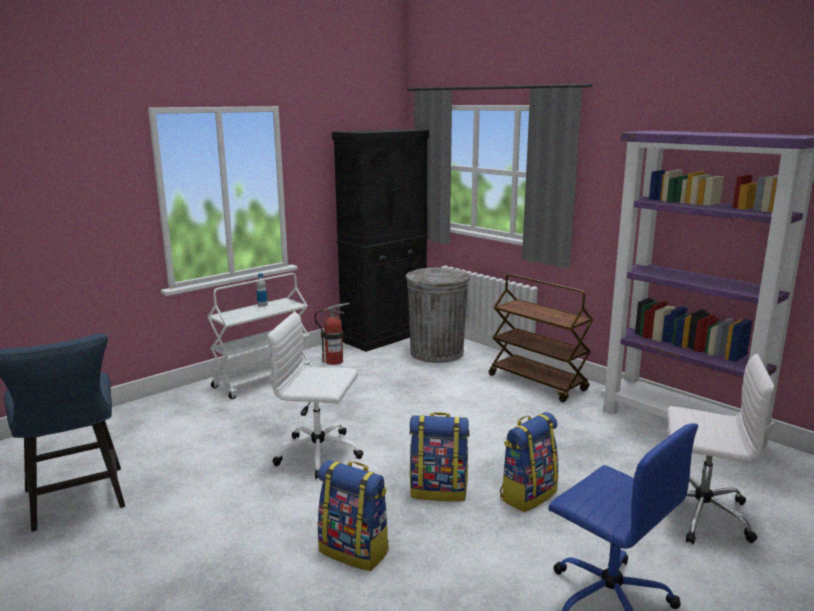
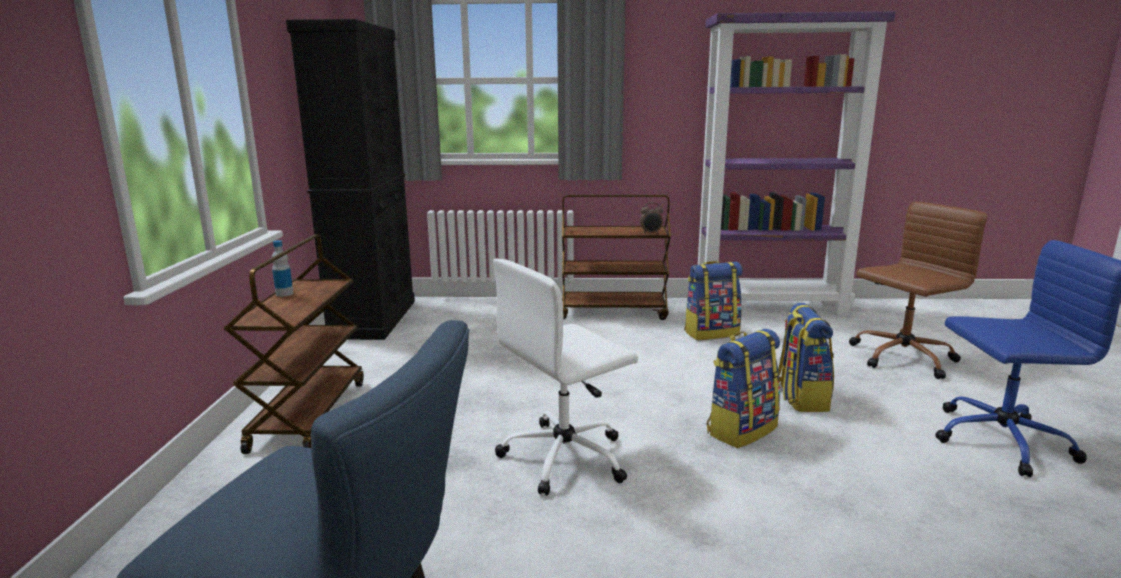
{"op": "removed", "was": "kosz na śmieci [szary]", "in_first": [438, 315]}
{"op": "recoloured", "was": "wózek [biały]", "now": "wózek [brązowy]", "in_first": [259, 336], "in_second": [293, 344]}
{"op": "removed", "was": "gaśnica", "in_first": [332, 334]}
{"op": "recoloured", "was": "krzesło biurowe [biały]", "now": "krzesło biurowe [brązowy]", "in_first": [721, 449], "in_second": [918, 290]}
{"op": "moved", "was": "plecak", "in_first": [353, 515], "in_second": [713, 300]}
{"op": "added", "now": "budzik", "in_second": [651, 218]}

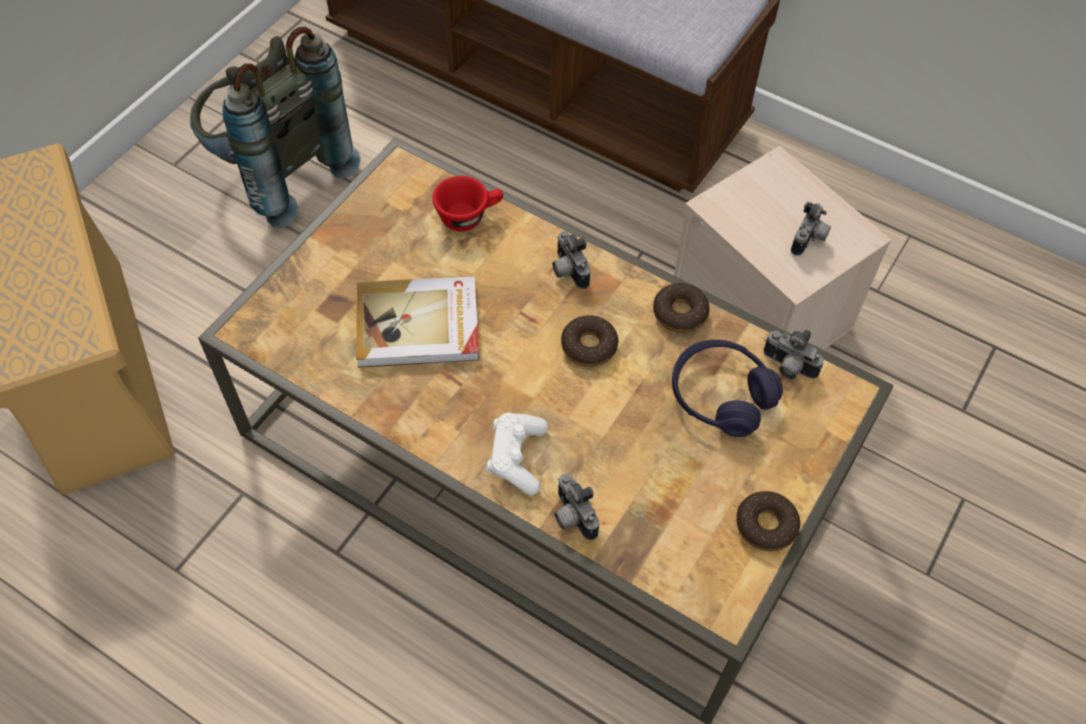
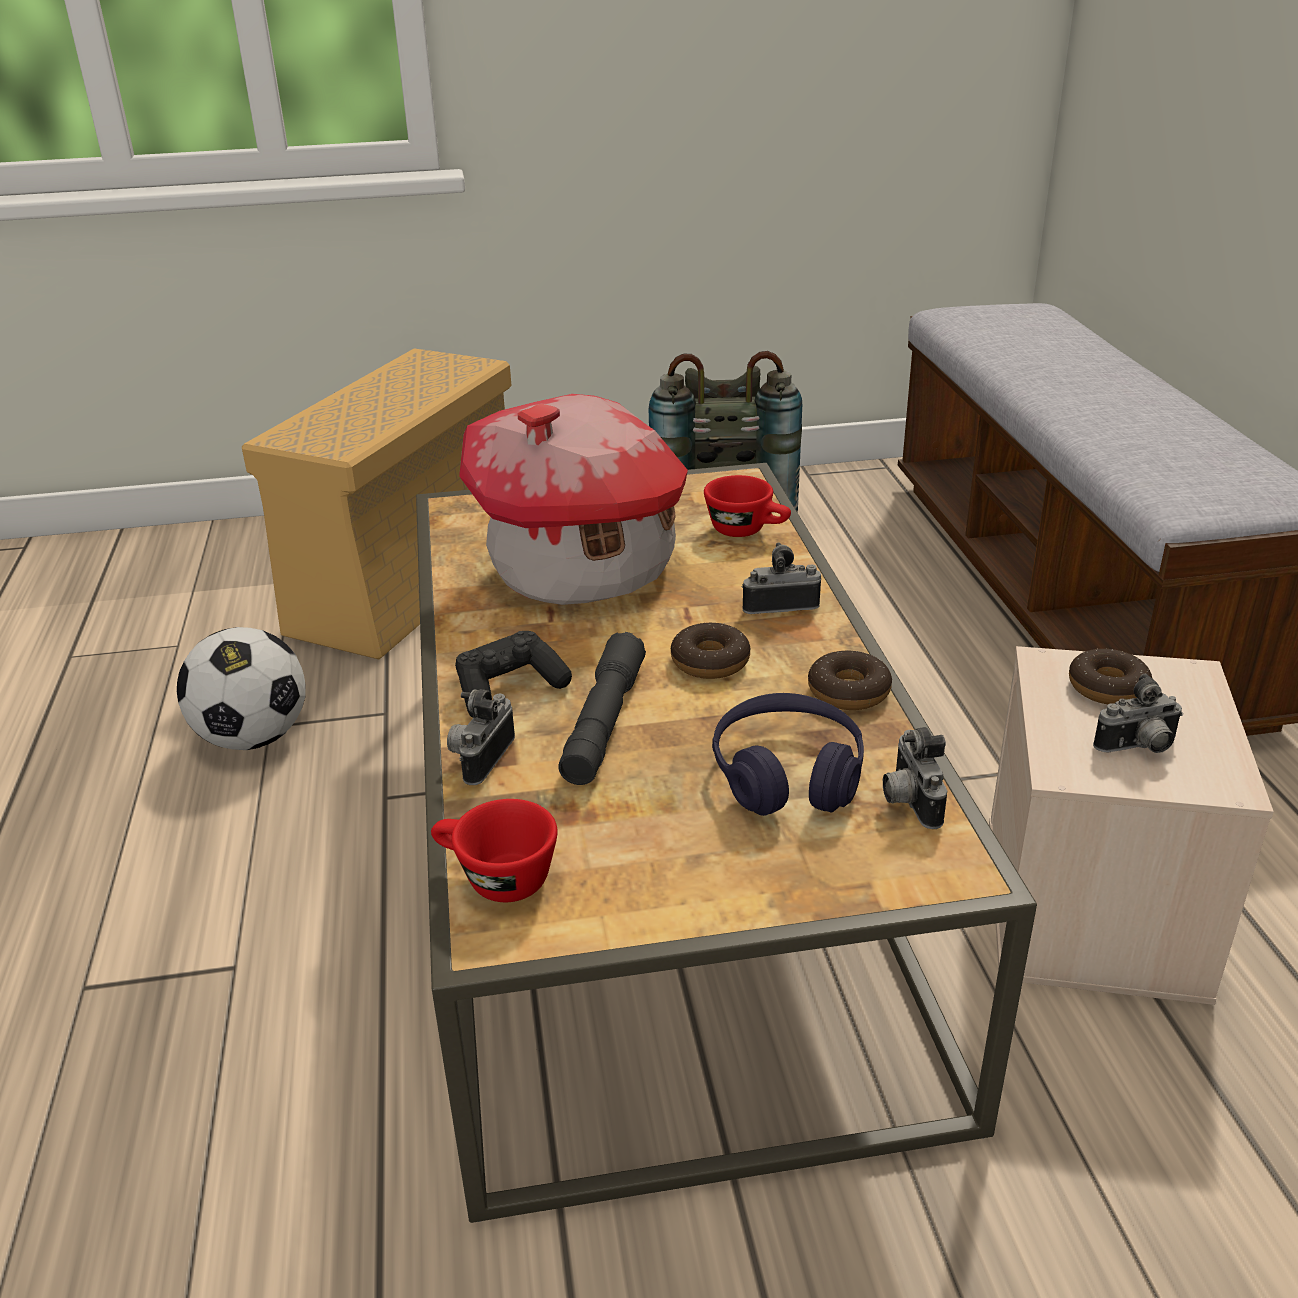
{"op": "turned", "was": "aparat fotograficzny", "in_first": [571, 259], "in_second": [781, 578], "clockwise": 60}
{"op": "replaced", "was": "książka", "now": "domek", "in_first": [417, 322], "in_second": [573, 499]}
{"op": "recoloured", "was": "pad do gier [biały]", "now": "pad do gier [czarny]", "in_first": [517, 454], "in_second": [513, 674]}
{"op": "moved", "was": "donut", "in_first": [768, 521], "in_second": [1110, 676]}
{"op": "added", "now": "piłka futbolowa", "in_second": [241, 688]}
{"op": "added", "now": "latarka [szary]", "in_second": [602, 708]}
{"op": "added", "now": "filiżanka [czerwony]", "in_second": [494, 850]}

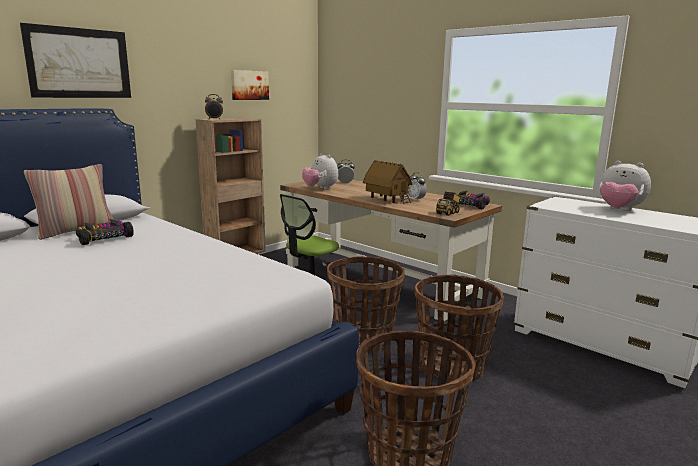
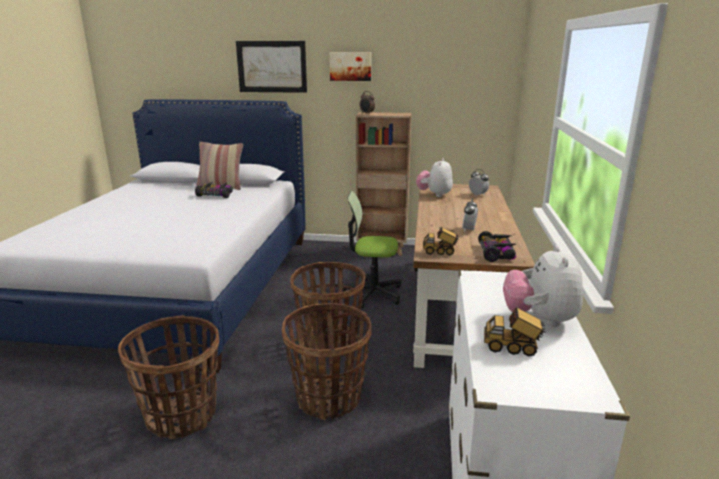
{"op": "moved", "was": "obraz", "in_first": [250, 85], "in_second": [350, 66]}
{"op": "removed", "was": "domek", "in_first": [387, 182]}
{"op": "added", "now": "ciężarówka zabawkowa", "in_second": [515, 332]}

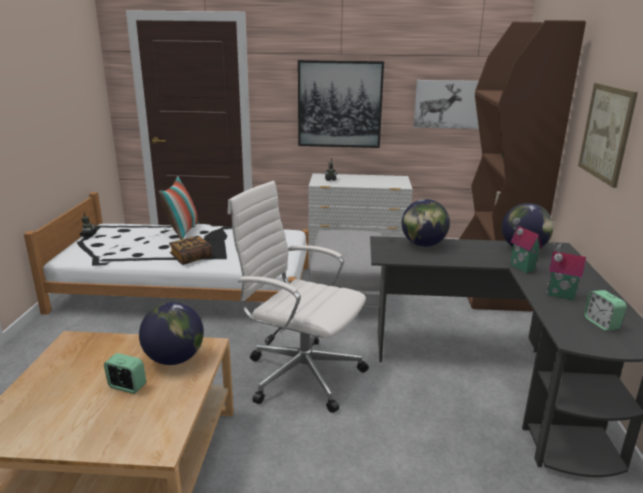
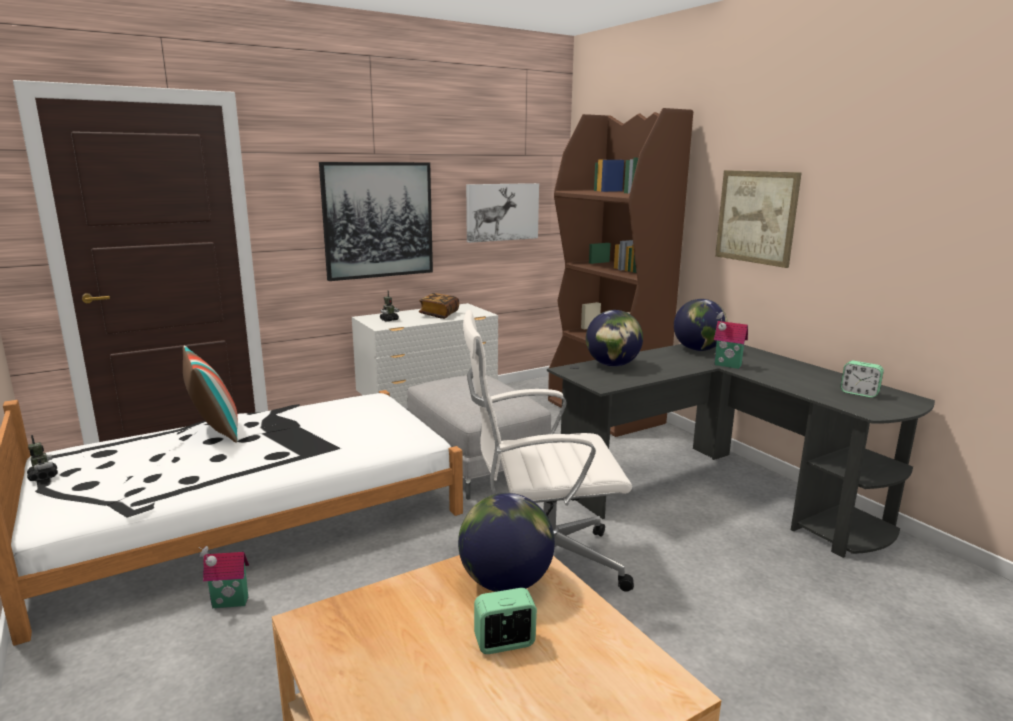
{"op": "moved", "was": "książka", "in_first": [190, 250], "in_second": [439, 306]}
{"op": "moved", "was": "domek", "in_first": [566, 272], "in_second": [224, 577]}

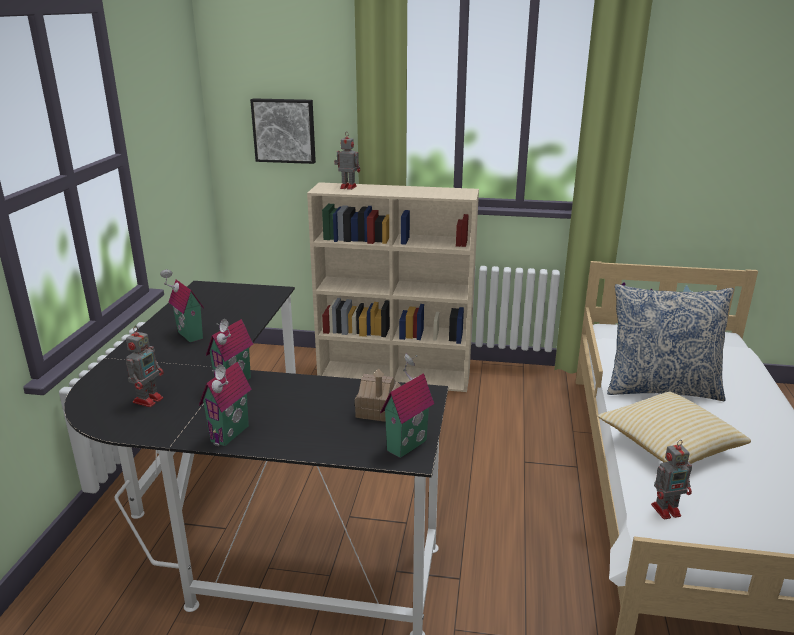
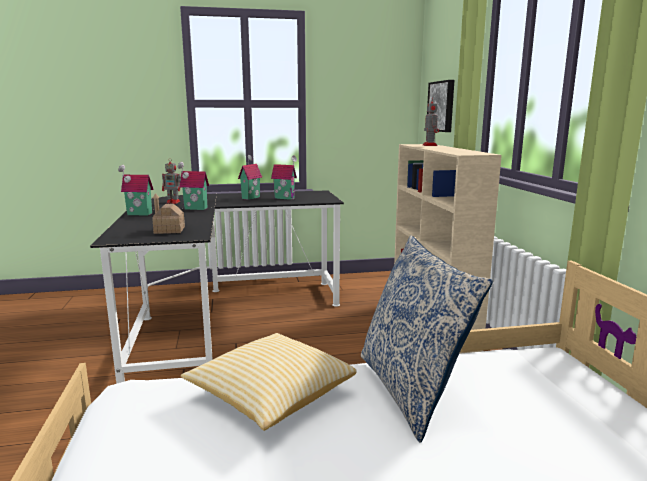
{"op": "moved", "was": "domek", "in_first": [407, 406], "in_second": [284, 177]}
{"op": "removed", "was": "robot zabawkowy", "in_first": [671, 479]}

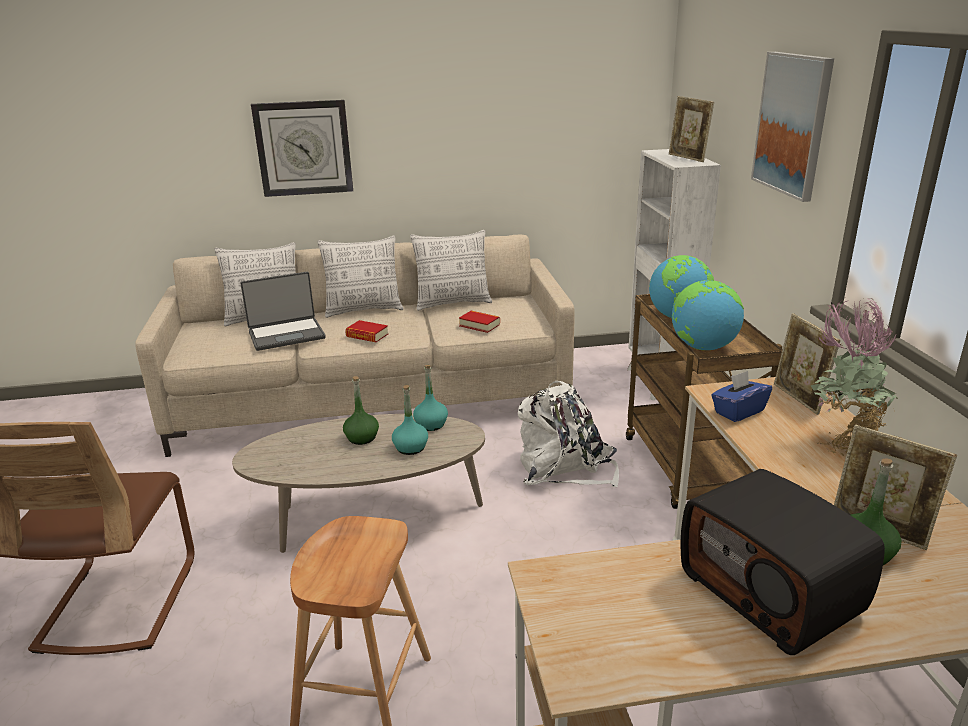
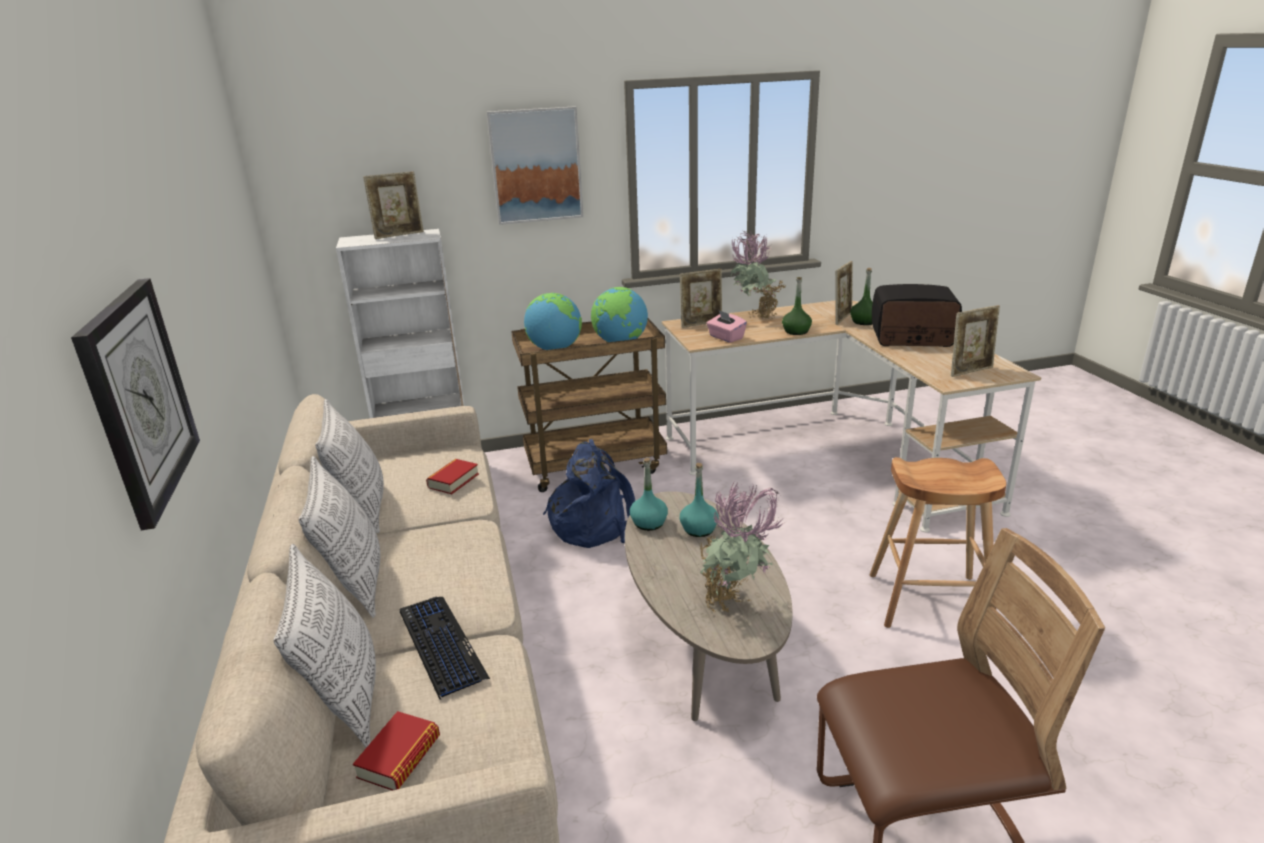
{"op": "replaced", "was": "laptop", "now": "klawiatura", "in_first": [283, 311], "in_second": [445, 648]}
{"op": "moved", "was": "książka", "in_first": [367, 331], "in_second": [396, 751]}
{"op": "recoloured", "was": "pudełko chusteczek [niebieski]", "now": "pudełko chusteczek [różowy]", "in_first": [741, 396], "in_second": [726, 326]}
{"op": "moved", "was": "butelka [zielony]", "in_first": [361, 410], "in_second": [797, 306]}
{"op": "recoloured", "was": "plecak [biały]", "now": "plecak [niebieski]", "in_first": [568, 434], "in_second": [589, 493]}
{"op": "turned", "was": "radio", "in_first": [782, 562], "in_second": [917, 315], "clockwise": -135}
{"op": "added", "now": "ramka na zdjęcie", "in_second": [975, 341]}
{"op": "added", "now": "roślina doniczkowa", "in_second": [740, 545]}

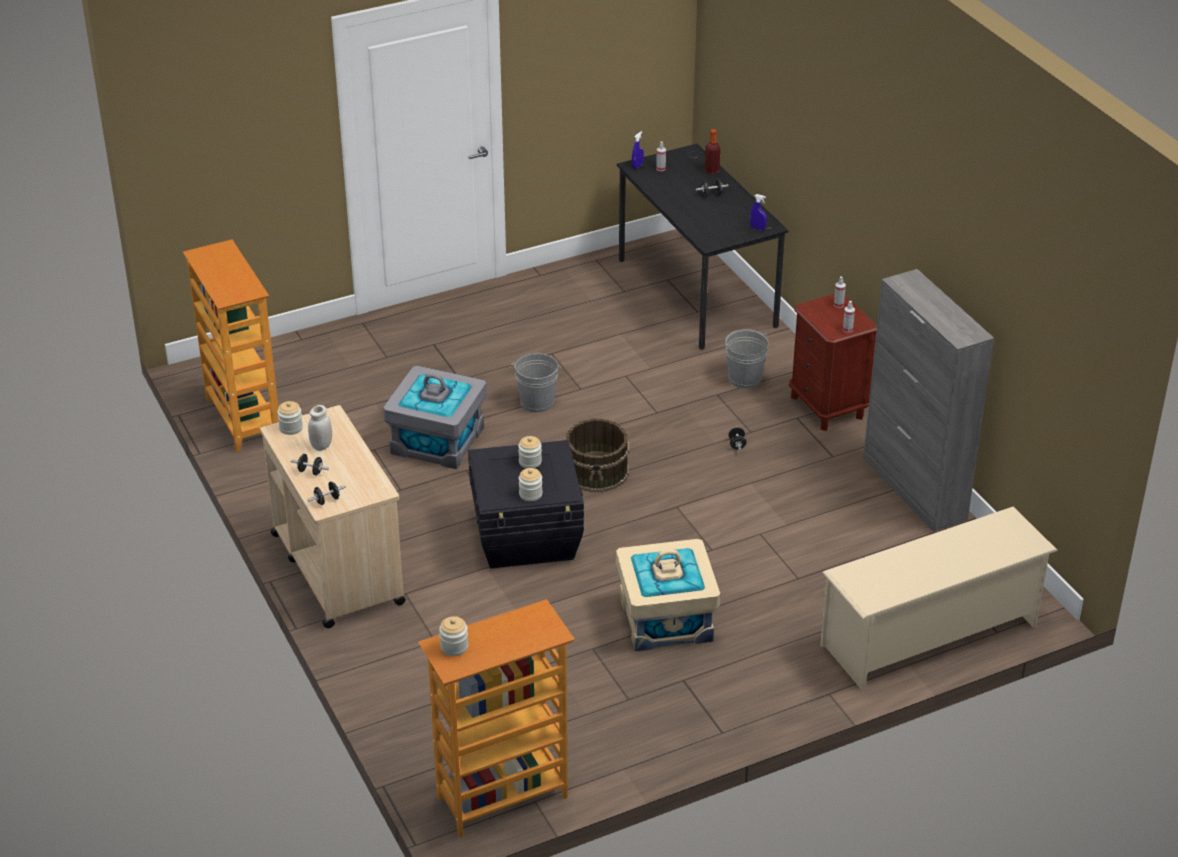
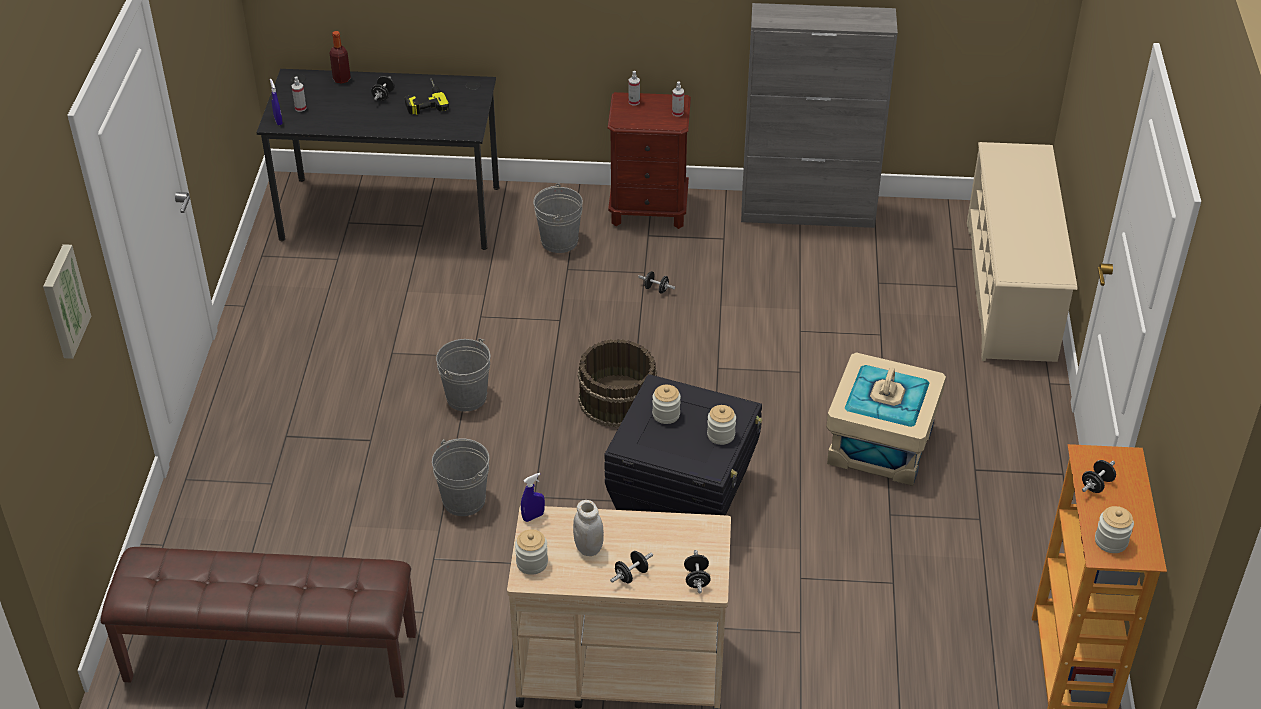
{"op": "moved", "was": "spryskiwacz [niebieski]", "in_first": [758, 212], "in_second": [533, 497]}
{"op": "replaced", "was": "regał", "now": "ławka [brązowy]", "in_first": [231, 345], "in_second": [259, 622]}
{"op": "replaced", "was": "pojemnik do przechowywania [szary]", "now": "wiadro [szary]", "in_first": [435, 417], "in_second": [460, 477]}
{"op": "added", "now": "wiertarka", "in_second": [427, 96]}
{"op": "added", "now": "obraz", "in_second": [67, 301]}
{"op": "added", "now": "hantel [czarny]", "in_second": [1099, 476]}

